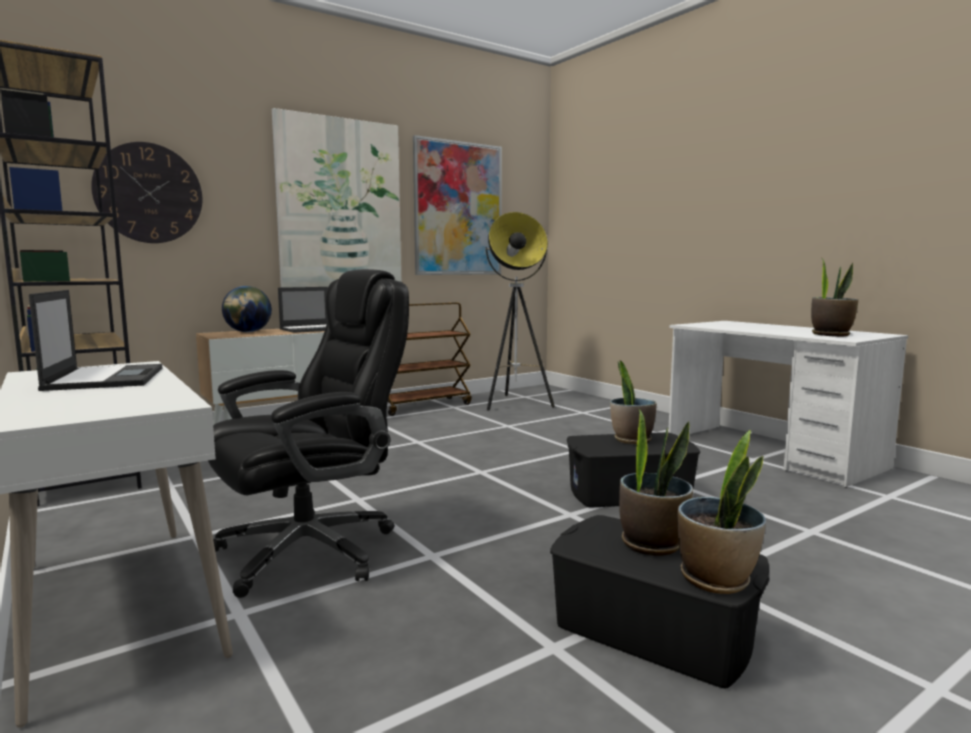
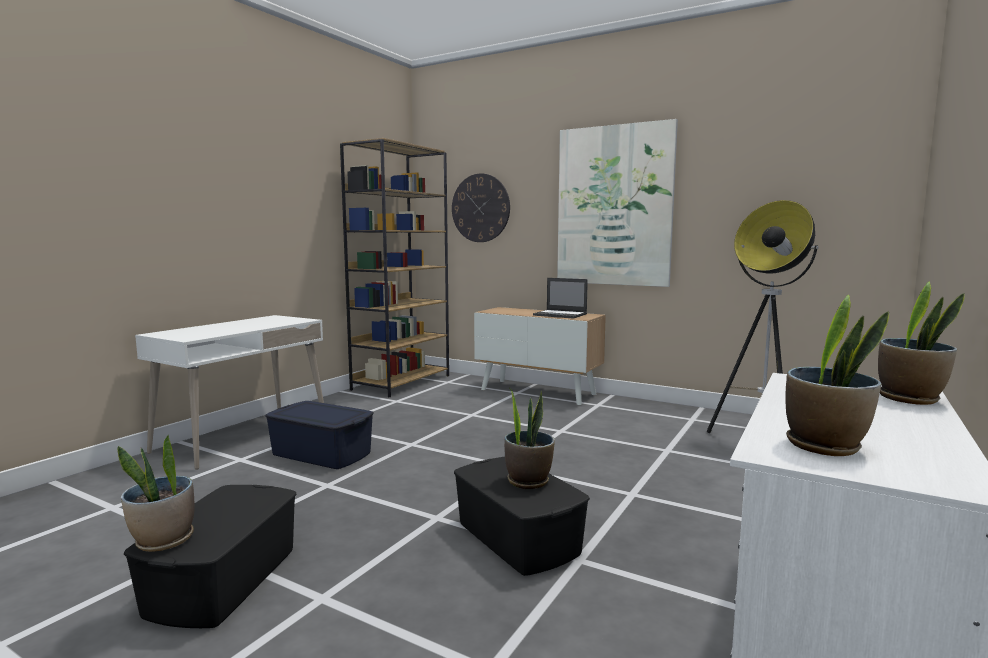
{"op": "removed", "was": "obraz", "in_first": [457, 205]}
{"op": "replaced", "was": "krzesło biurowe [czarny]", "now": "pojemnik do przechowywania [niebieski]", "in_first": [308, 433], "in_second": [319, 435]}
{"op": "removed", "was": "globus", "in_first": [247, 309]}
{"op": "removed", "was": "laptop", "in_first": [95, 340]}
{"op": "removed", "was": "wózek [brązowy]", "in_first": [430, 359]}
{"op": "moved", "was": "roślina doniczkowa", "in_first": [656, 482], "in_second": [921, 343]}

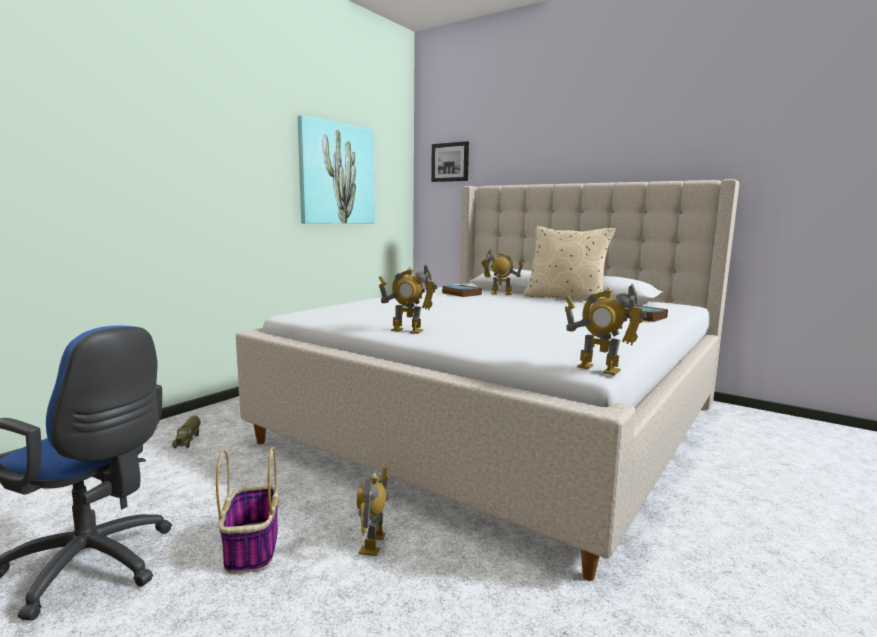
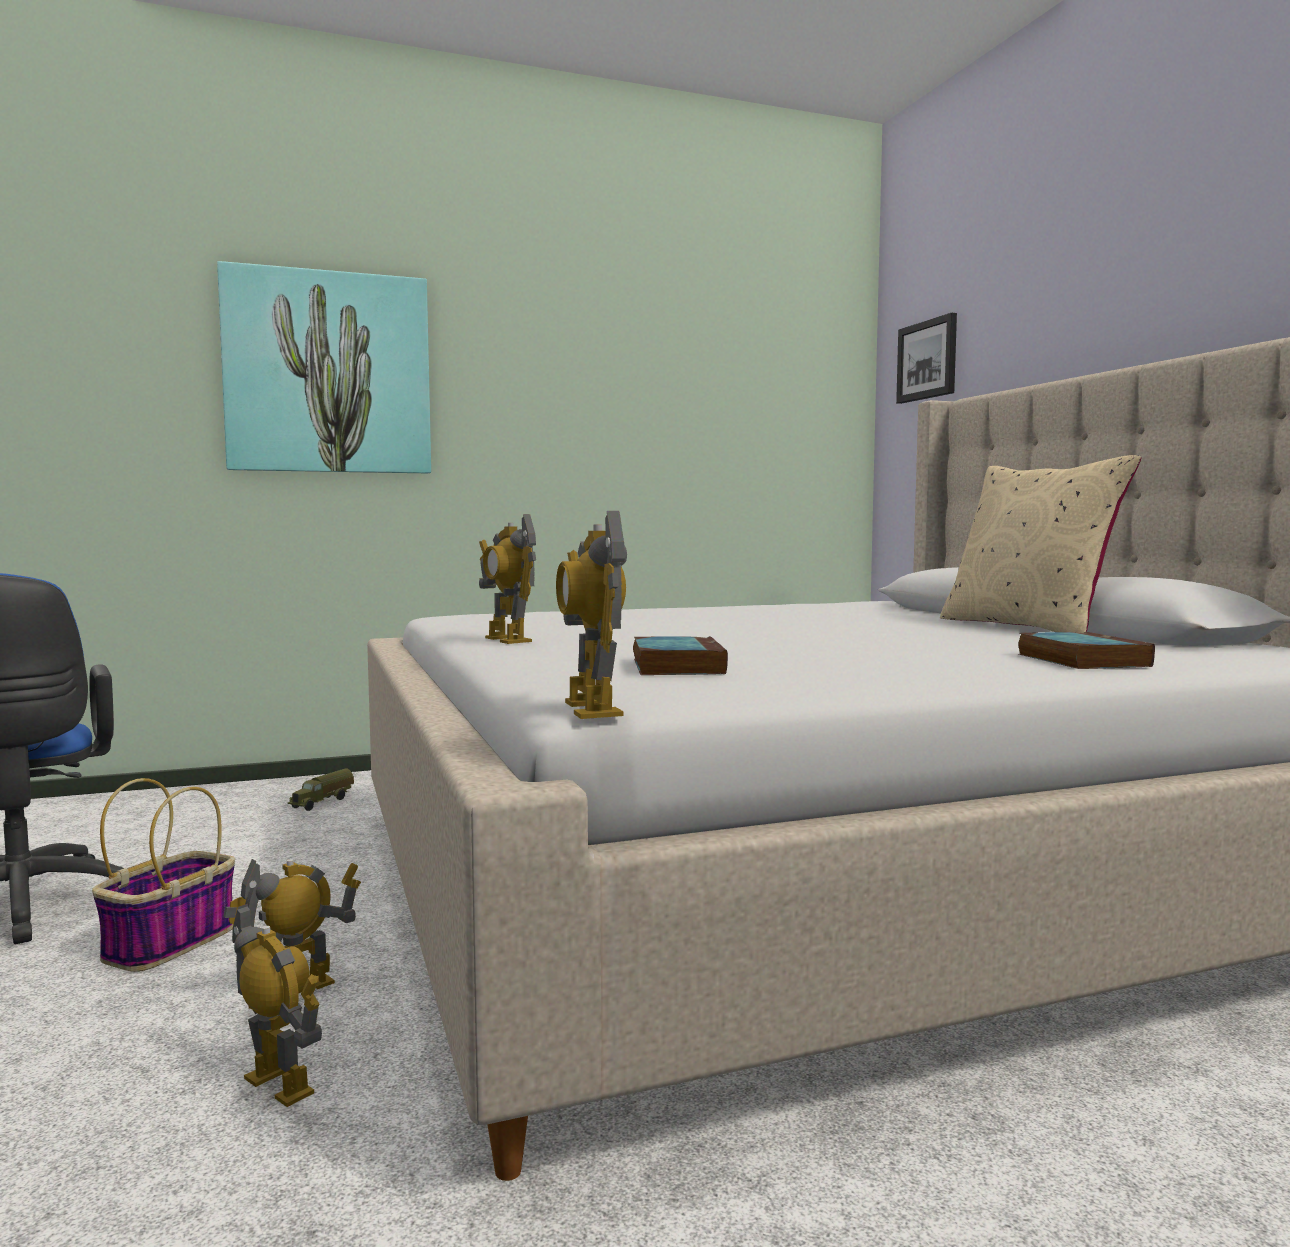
{"op": "moved", "was": "obraz", "in_first": [336, 169], "in_second": [324, 367]}
{"op": "moved", "was": "robot zabawkowy", "in_first": [502, 272], "in_second": [277, 1005]}
{"op": "moved", "was": "książka", "in_first": [462, 291], "in_second": [680, 655]}

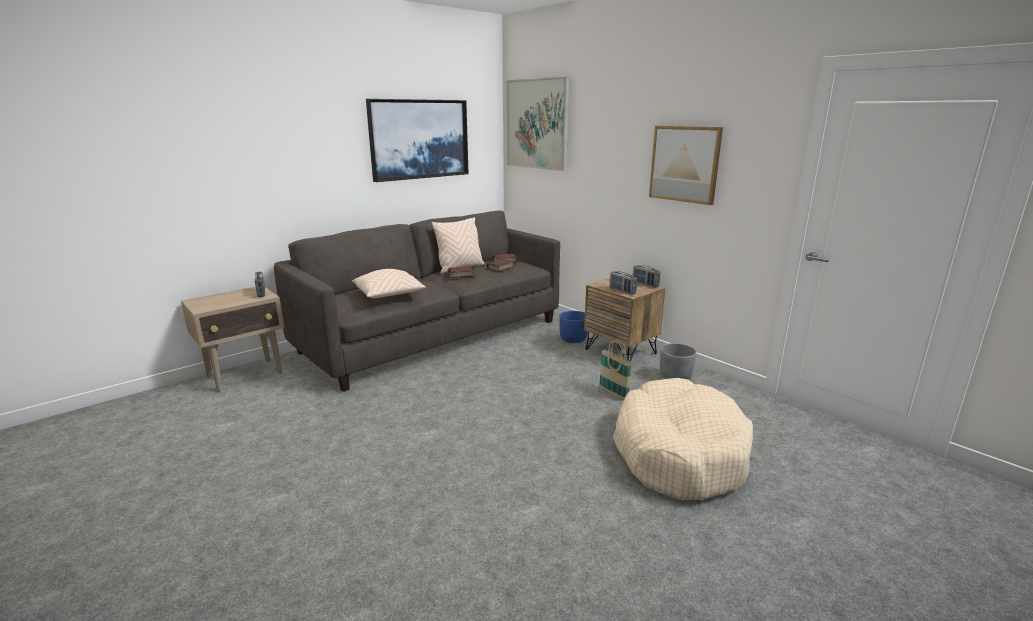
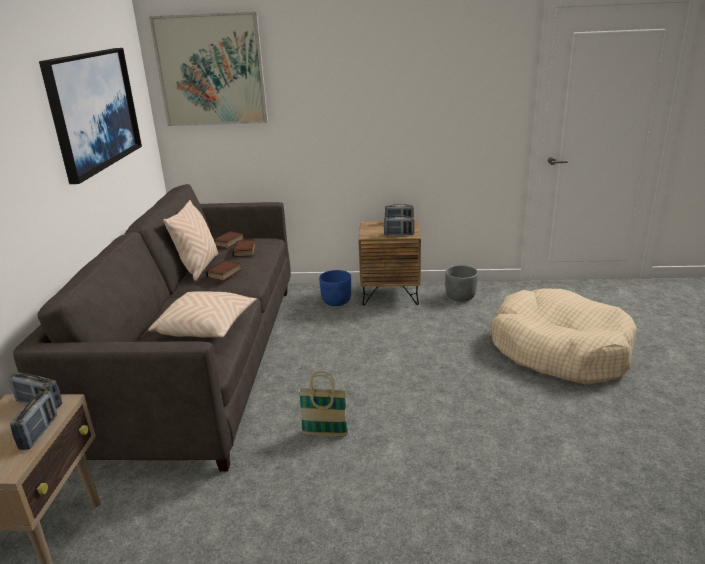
{"op": "removed", "was": "obraz", "in_first": [686, 165]}
{"op": "moved", "was": "koszyk", "in_first": [615, 370], "in_second": [323, 403]}
{"op": "added", "now": "radio", "in_second": [33, 420]}

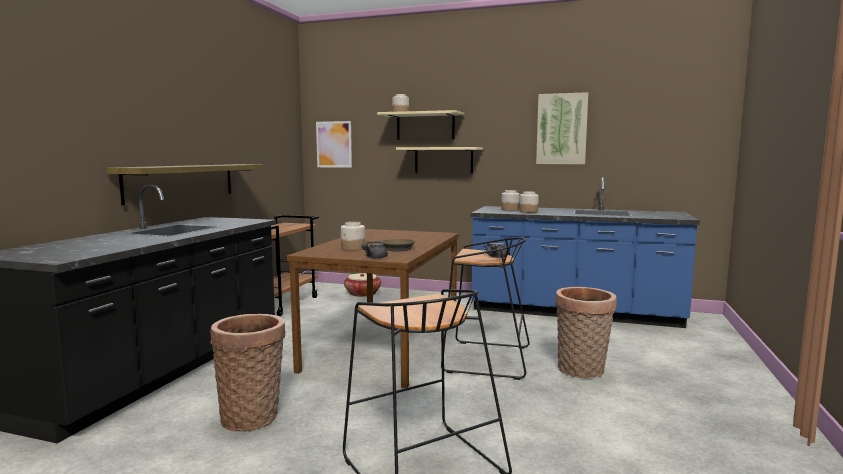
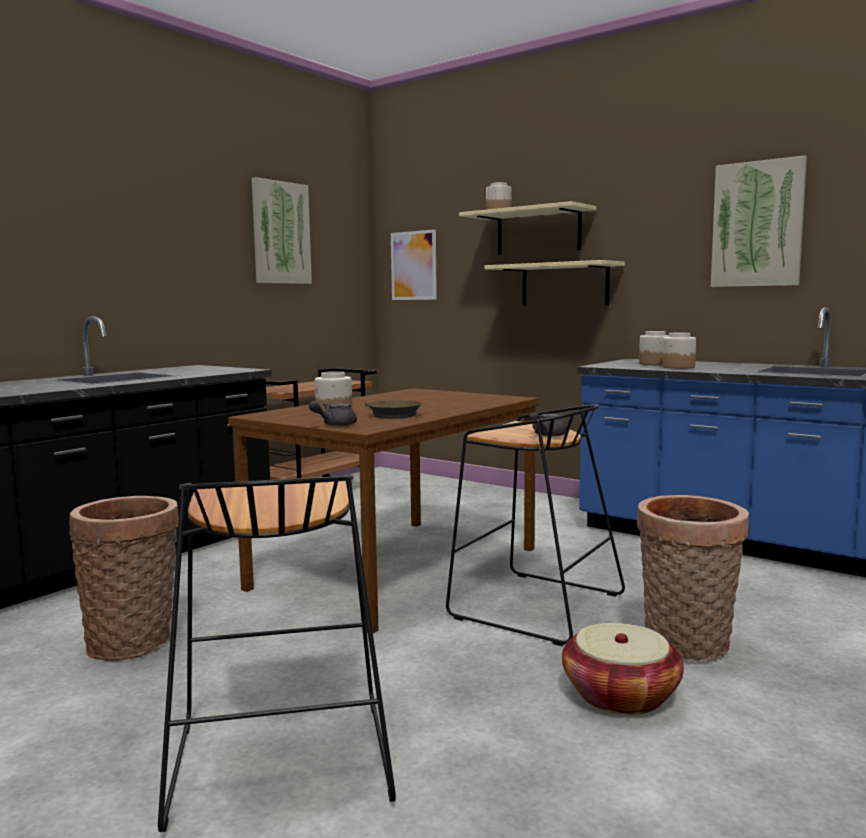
{"op": "removed", "was": "półka", "in_first": [184, 185]}
{"op": "moved", "was": "koszyk", "in_first": [362, 285], "in_second": [623, 669]}
{"op": "added", "now": "obraz", "in_second": [281, 230]}

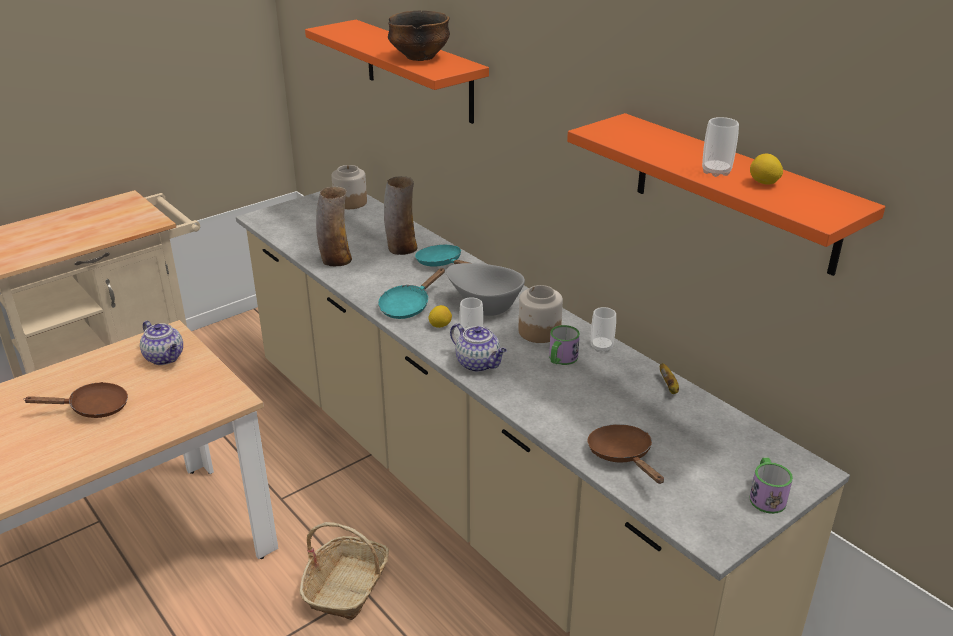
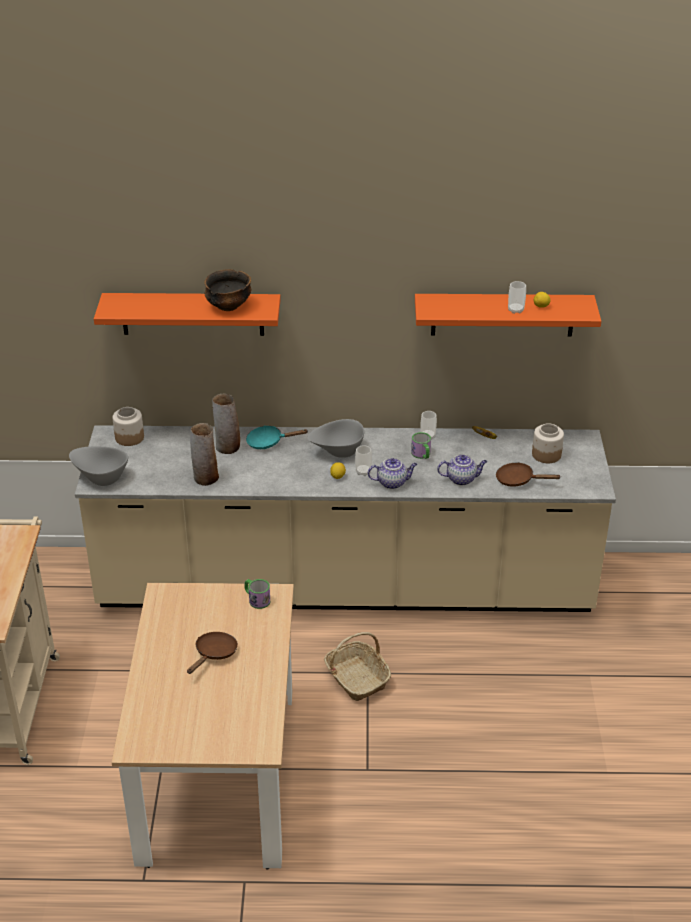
{"op": "removed", "was": "patelnia [turkusowy]", "in_first": [411, 293]}
{"op": "moved", "was": "słoik", "in_first": [540, 314], "in_second": [548, 443]}
{"op": "moved", "was": "imbryk", "in_first": [161, 343], "in_second": [462, 469]}
{"op": "moved", "was": "kubek", "in_first": [771, 485], "in_second": [257, 594]}
{"op": "added", "now": "miska [szary]", "in_second": [98, 466]}

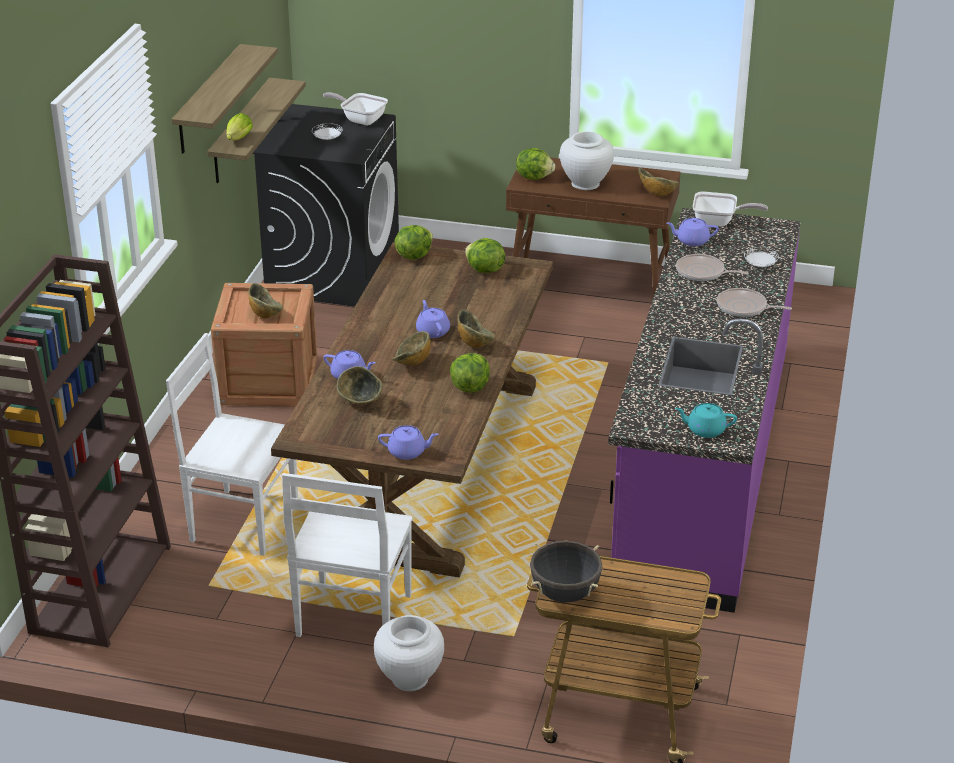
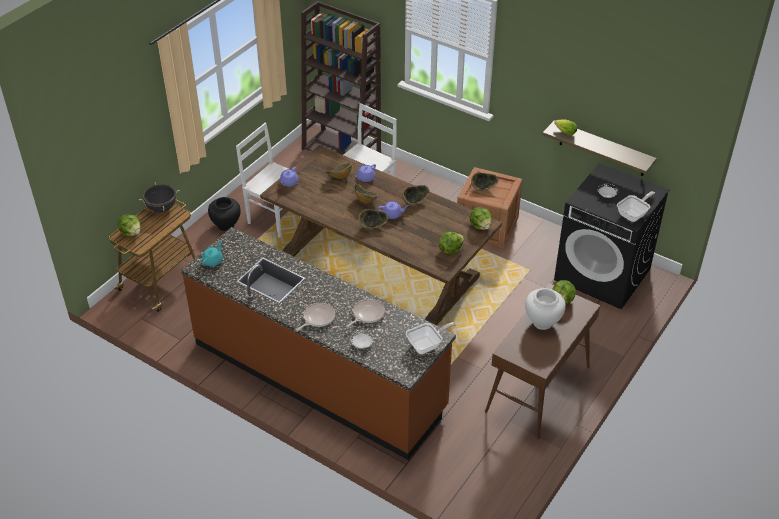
{"op": "removed", "was": "półka", "in_first": [224, 98]}
{"op": "moved", "was": "miska", "in_first": [658, 182], "in_second": [416, 195]}
{"op": "turned", "was": "patelnia", "in_first": [730, 209], "in_second": [431, 338], "clockwise": -150}
{"op": "recoloured", "was": "zabudowa kuchenna [fioletowy]", "now": "zabudowa kuchenna [brązowy]", "in_first": [704, 410], "in_second": [318, 343]}
{"op": "removed", "was": "imbryk [fioletowy]", "in_first": [693, 232]}
{"op": "moved", "was": "sałata", "in_first": [470, 372], "in_second": [129, 225]}
{"op": "recoloured", "was": "wazon [biały]", "now": "wazon [czarny]", "in_first": [409, 653], "in_second": [224, 214]}

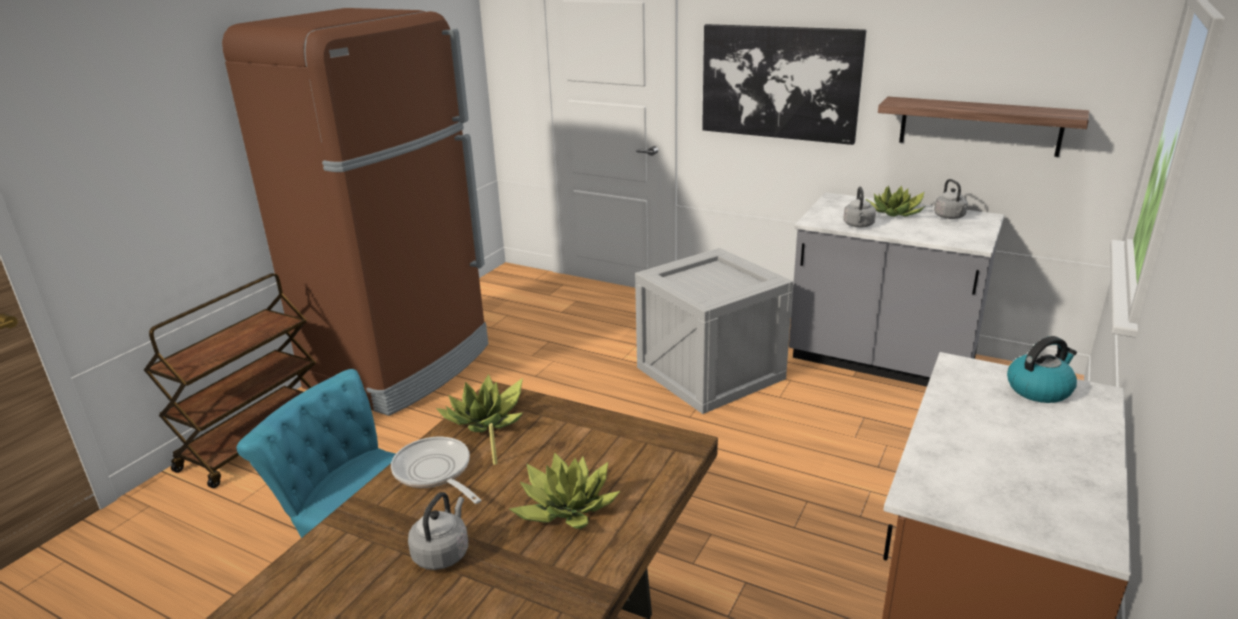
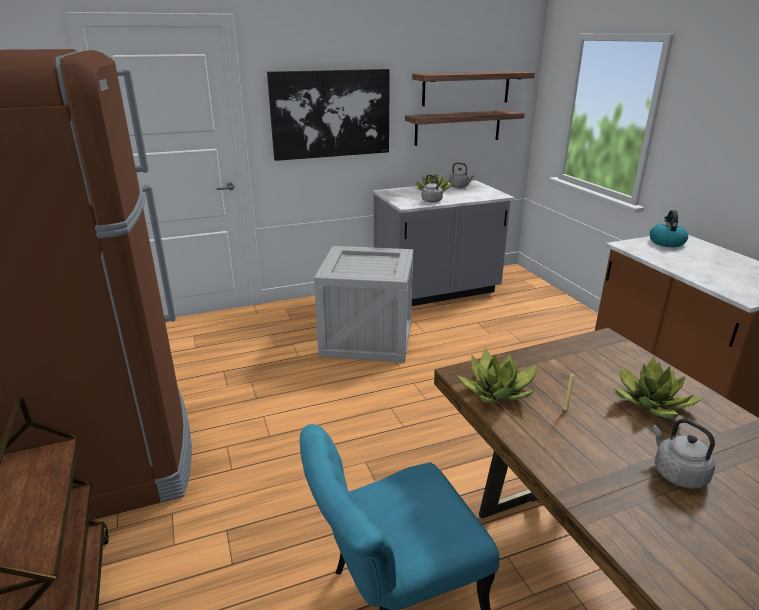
{"op": "removed", "was": "patelnia", "in_first": [436, 470]}
{"op": "added", "now": "półka", "in_second": [473, 88]}

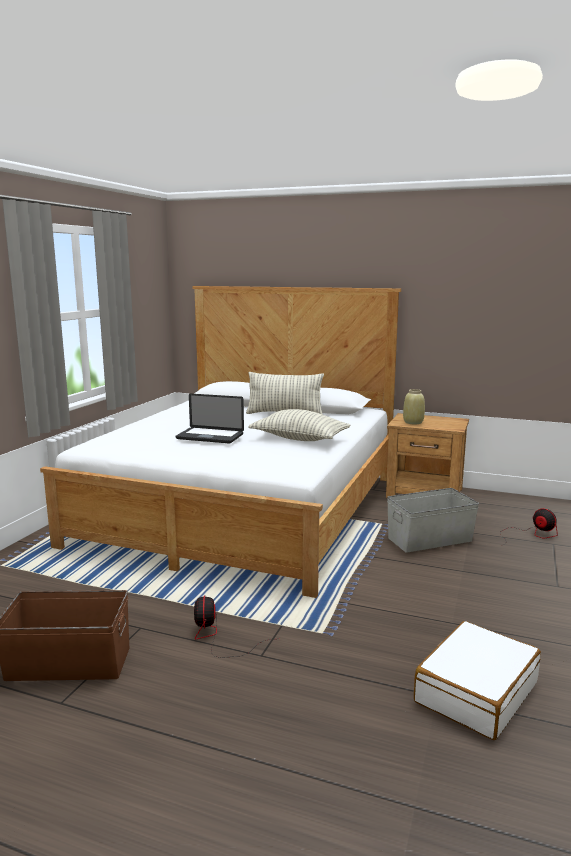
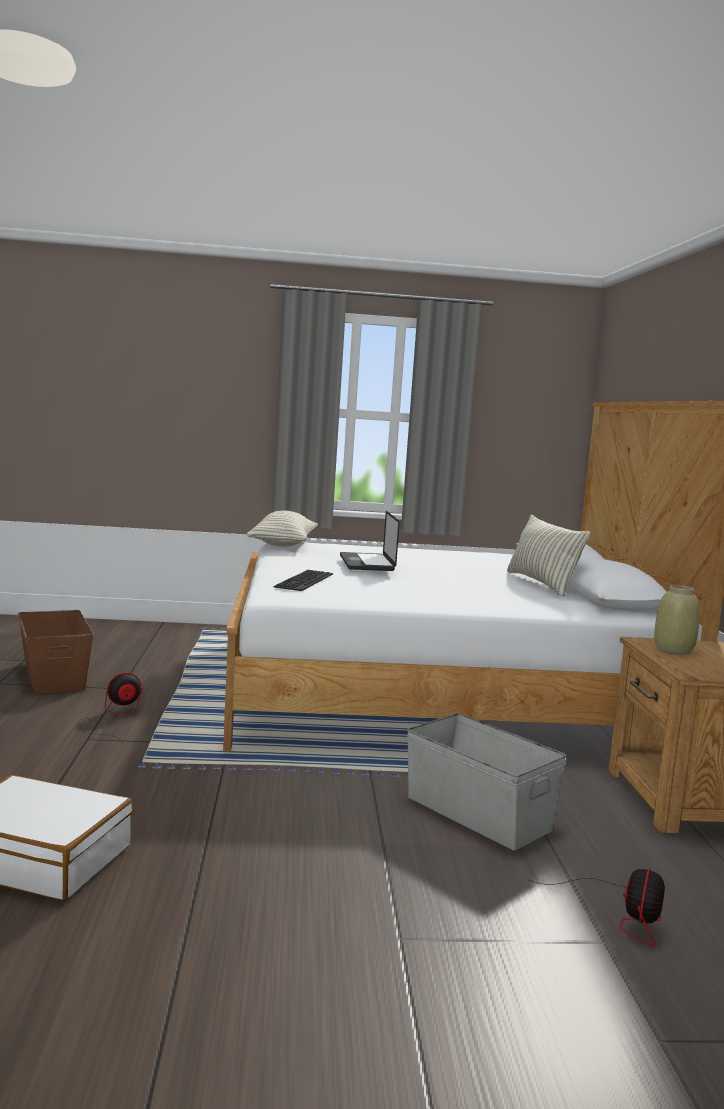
{"op": "moved", "was": "poduszka", "in_first": [299, 425], "in_second": [282, 529]}
{"op": "added", "now": "klawiatura", "in_second": [303, 580]}

